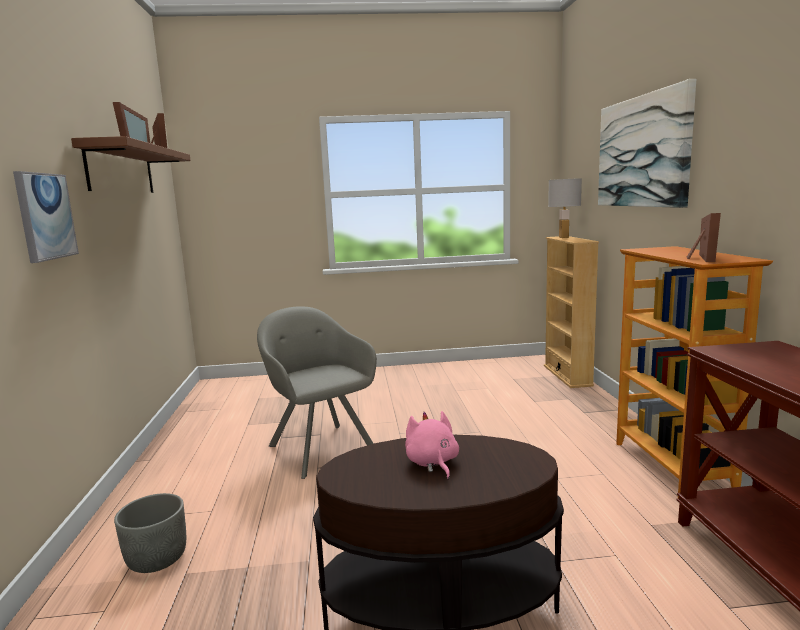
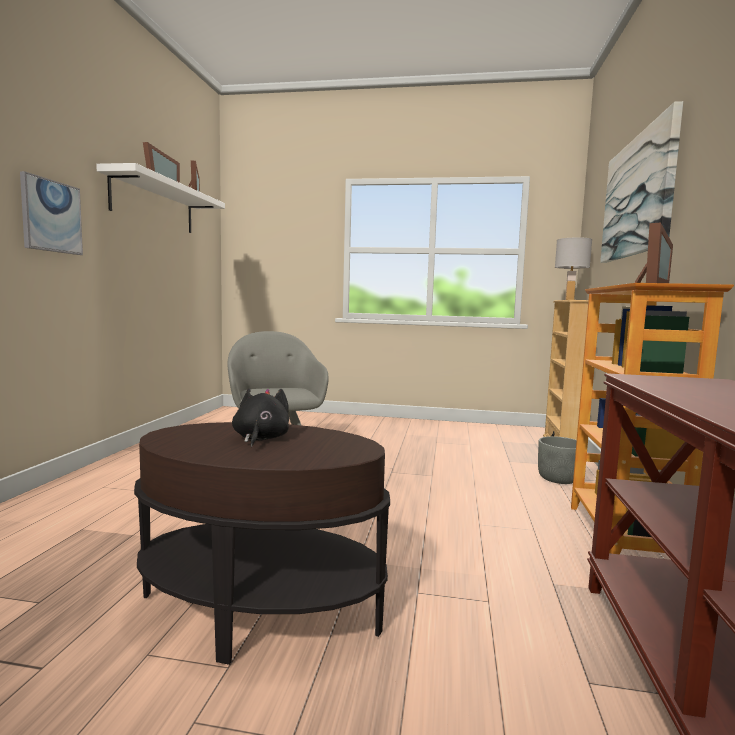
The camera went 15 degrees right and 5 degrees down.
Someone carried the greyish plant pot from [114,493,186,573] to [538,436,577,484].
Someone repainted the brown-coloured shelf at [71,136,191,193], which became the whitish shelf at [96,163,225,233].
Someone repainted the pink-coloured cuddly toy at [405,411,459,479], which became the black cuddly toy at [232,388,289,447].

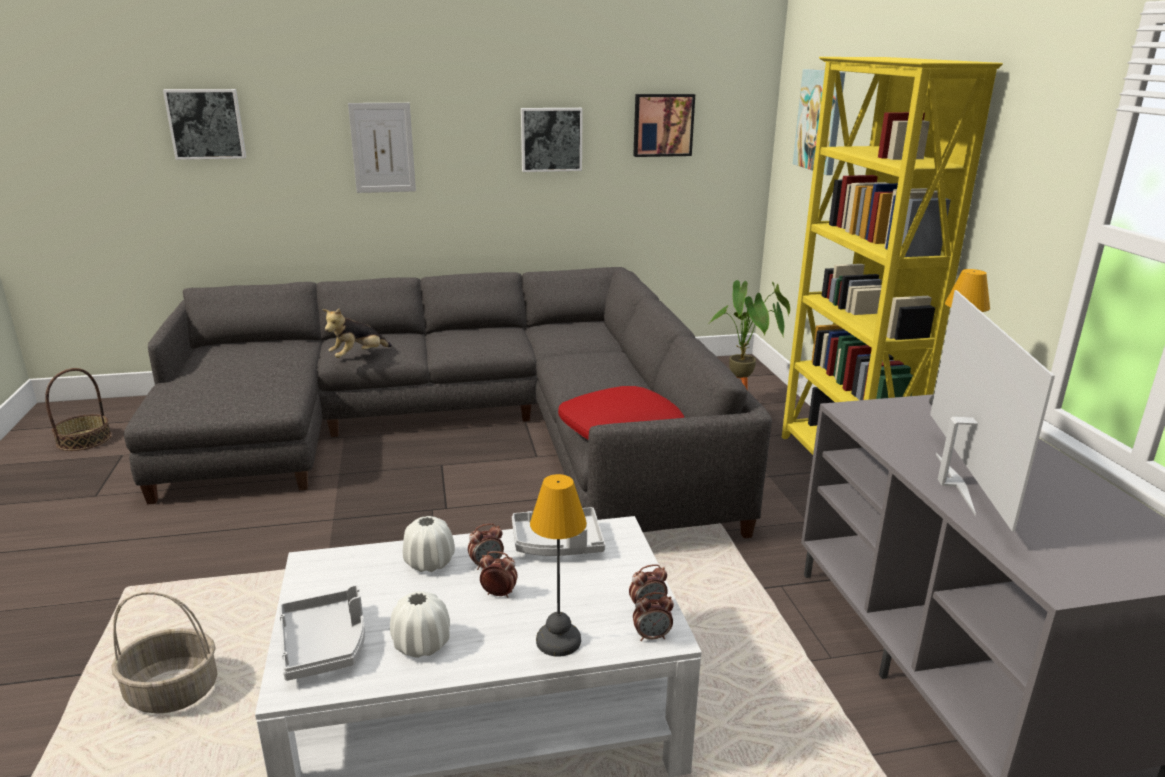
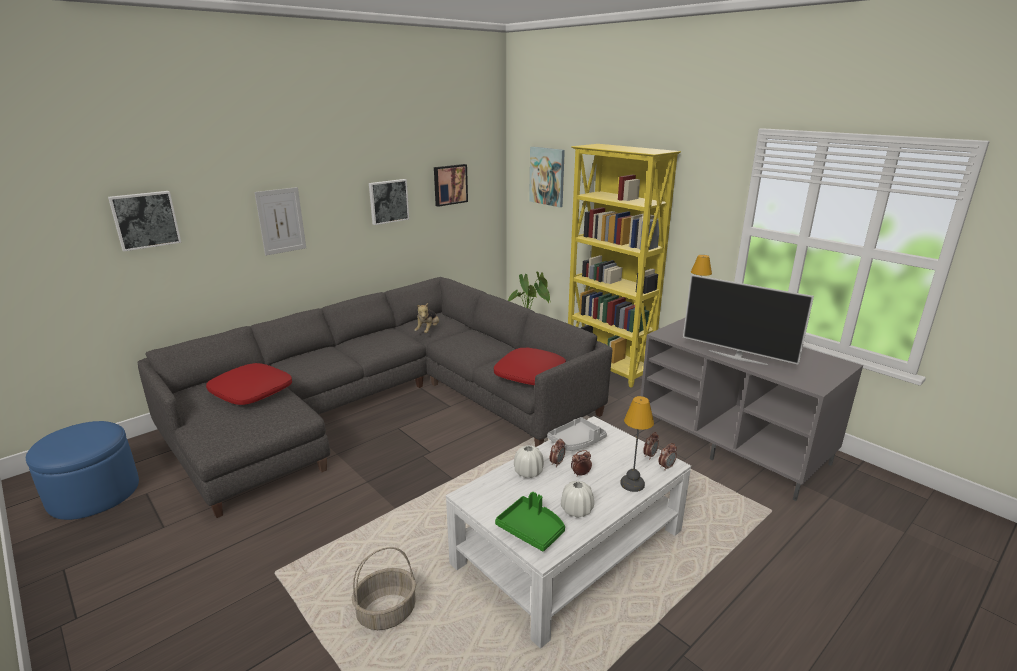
The camera went 30 degrees left and 0 degrees up.
Someone put down the red-coloured pillow at [206,363,292,405].
Someone carried the cuddly toy from [322,308,392,358] to [414,303,439,333].
Someone swapped the household basket at [46,368,112,451] for the bluish ottoman at [26,421,139,520].
Someone repainted the greyish serving tray at [279,585,365,681], which became the green-coloured serving tray at [495,492,565,551].
Someone rotated the TV set at [930,290,1055,532] by 150 degrees clockwise.

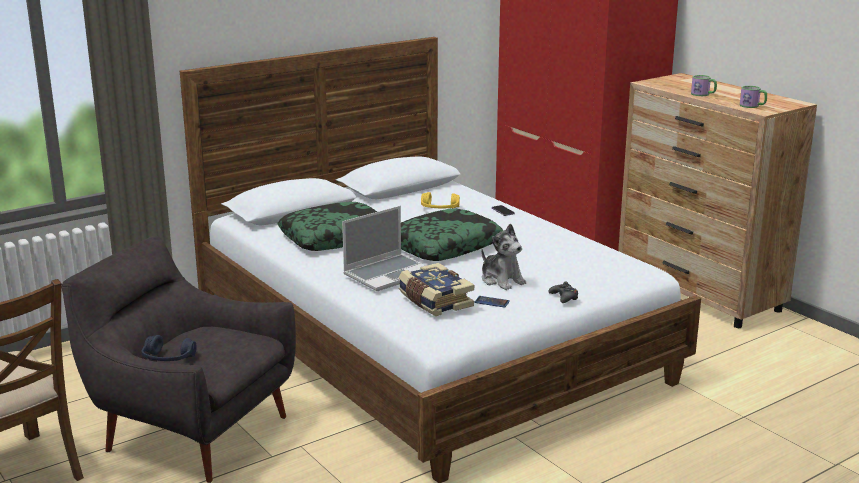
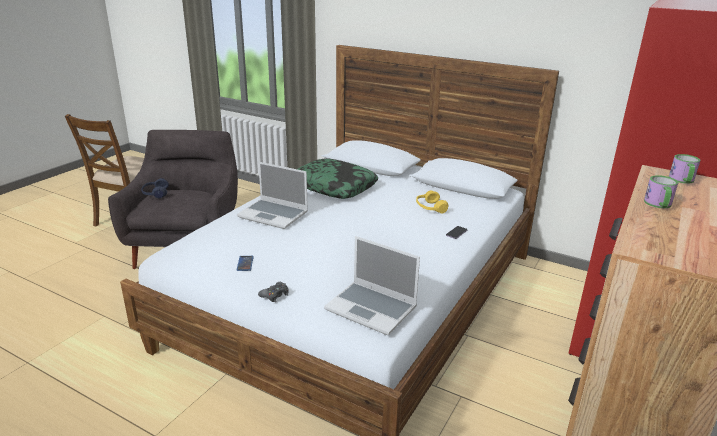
The camera went 65 degrees right and 5 degrees up.
Someone took away the volume at [399,263,474,316].
Someone took away the pillow at [401,209,504,261].
Someone took away the cuddly toy at [481,223,526,290].
Someone put down the laptop at [324,236,420,335].
Someone carried the mug from [740,86,767,108] to [669,154,700,184].

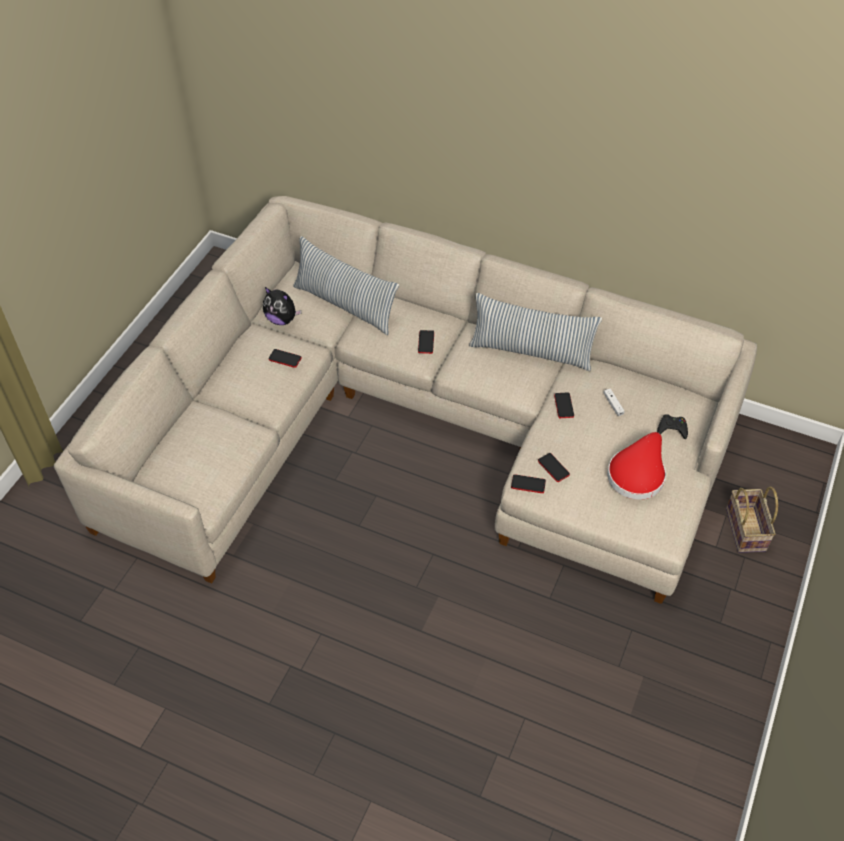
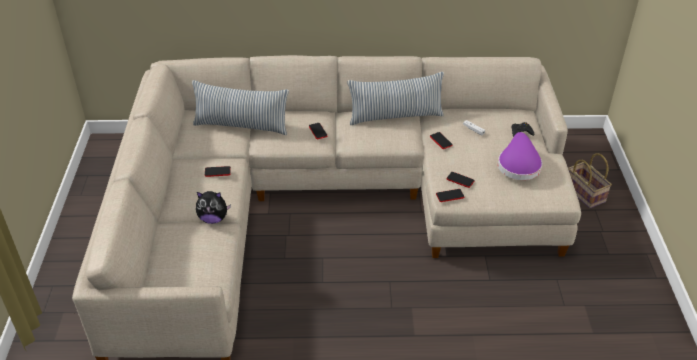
The camera went 25 degrees left and 10 degrees down.
Someone carried the cuddly toy from [263,287,302,325] to [196,191,231,224].
Someone repainted the red-coloured wearable hat at [607,432,666,500], which became the purple wearable hat at [498,132,542,180].

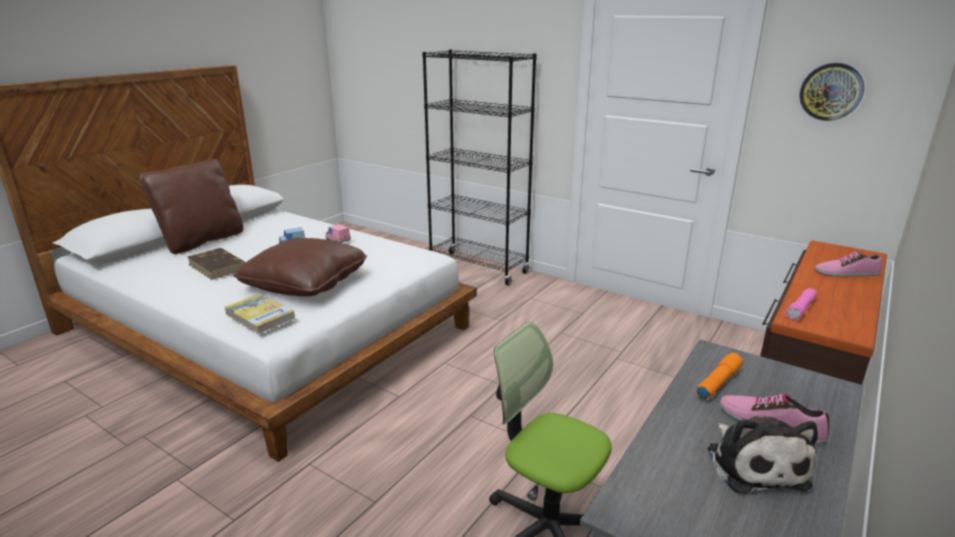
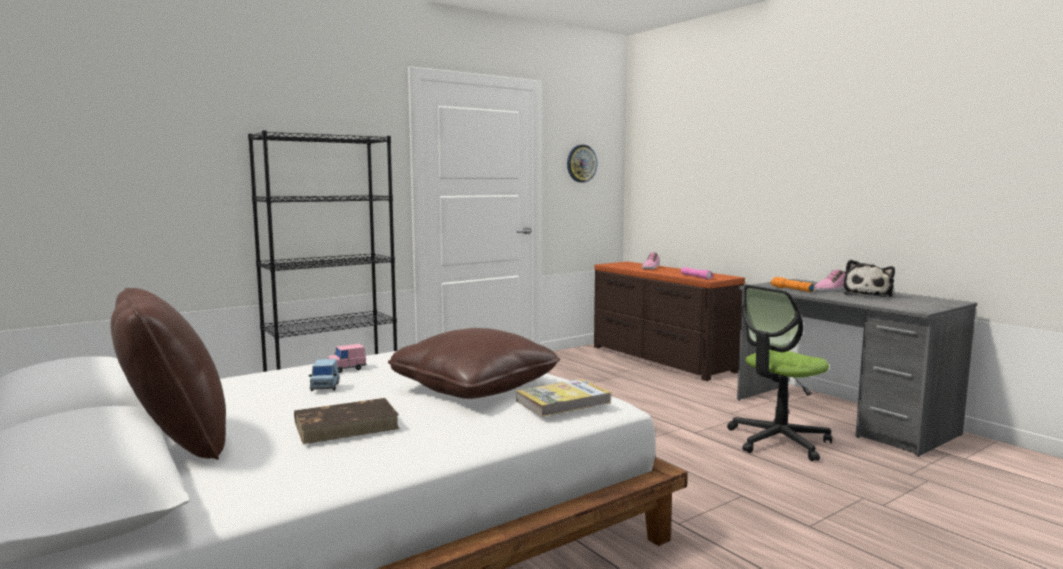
The camera went 70 degrees left and 15 degrees down.
Someone rotated the cuddly toy at [707,416,818,493] by 105 degrees clockwise.

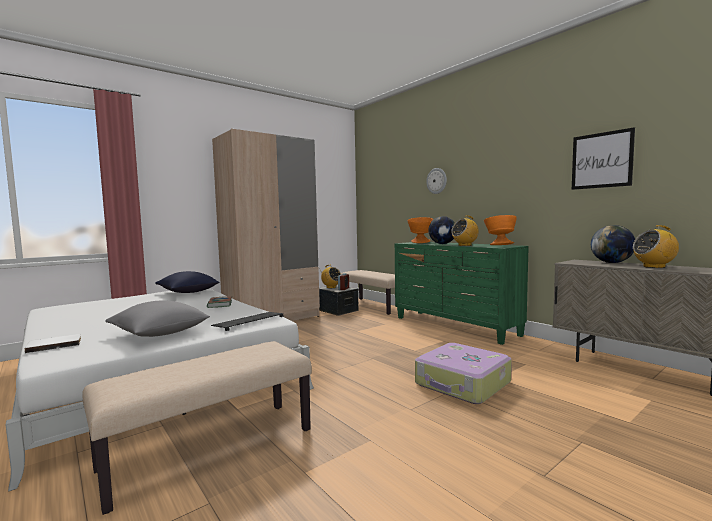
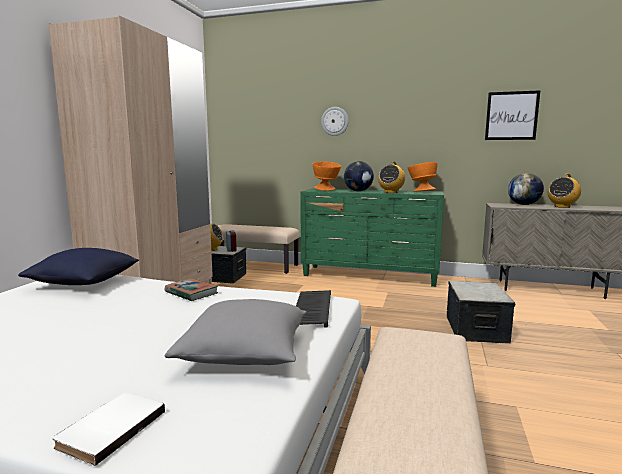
The camera went 35 degrees left and 5 degrees up.
Someone swapped the travel case at [415,343,512,404] for the storage box at [447,281,515,343].

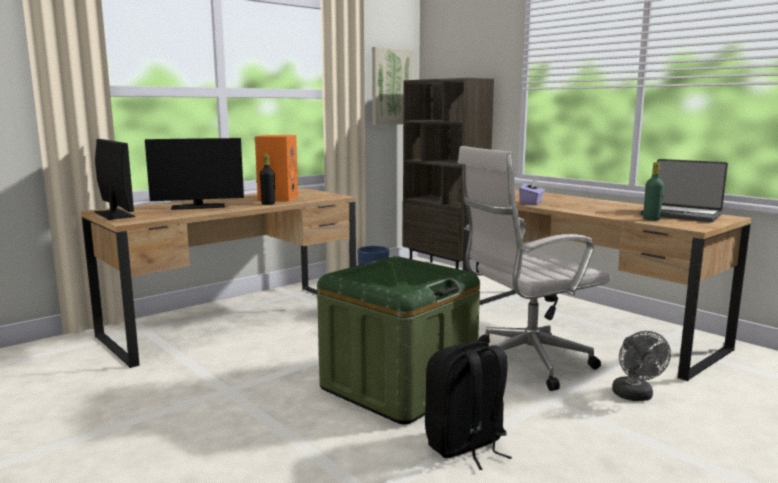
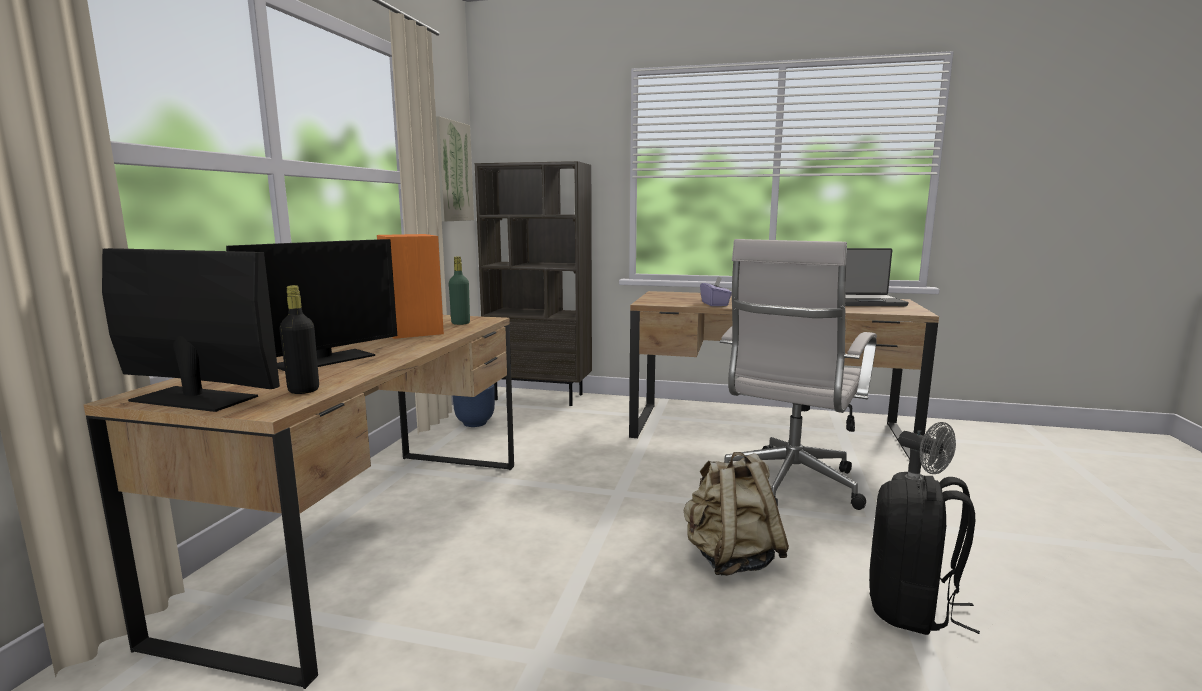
The camera went 35 degrees left and 0 degrees up.
Someone carried the black drink bottle from [260,154,275,205] to [280,285,319,394].
Someone carried the green-coloured drink bottle from [643,162,664,221] to [449,257,470,325].
Someone swapped the green-coloured storage box at [317,256,480,424] for the sand-coloured knapsack at [684,452,789,576].

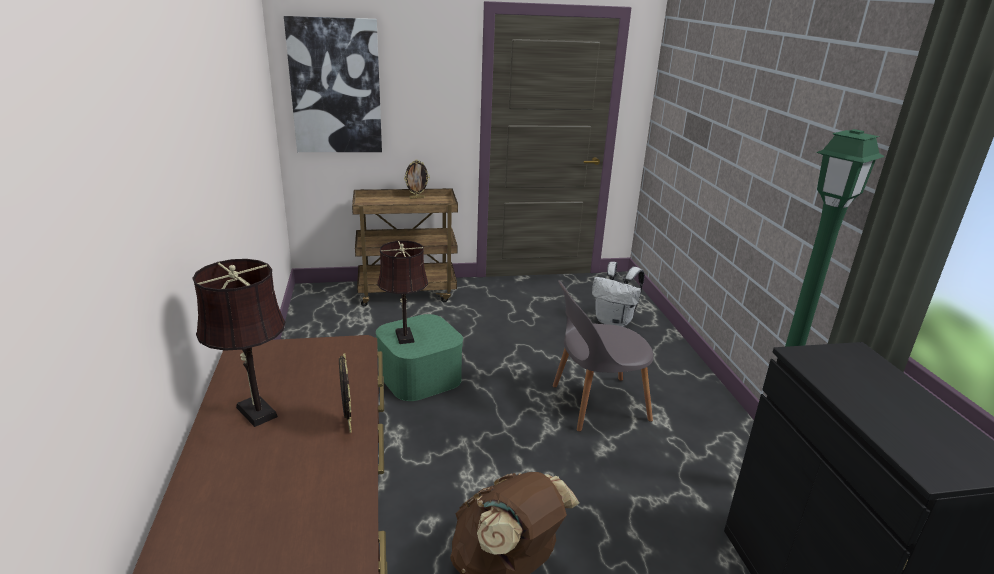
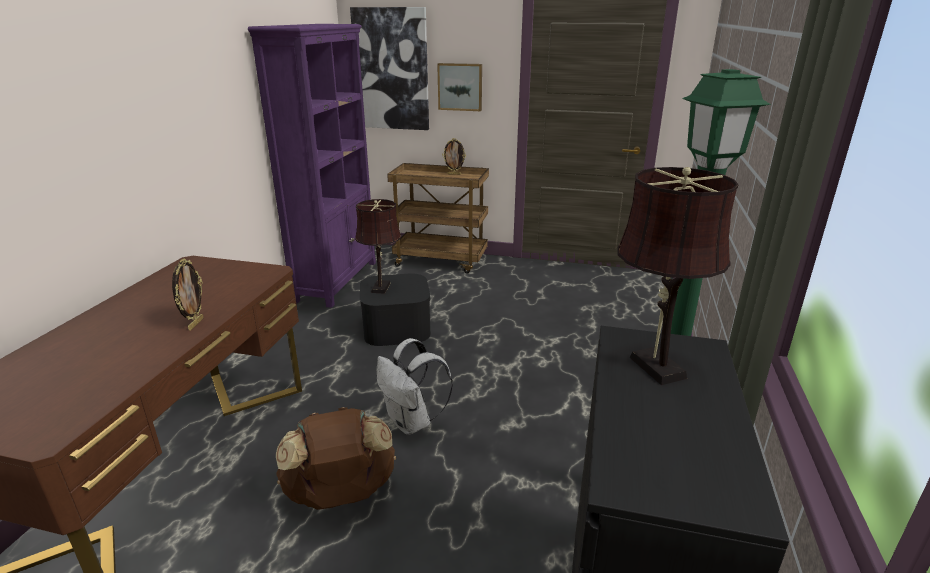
The camera went 25 degrees right and 0 degrees up.
Someone took away the greyish upright chair at [553,280,653,432].
Someone put down the purple bookcase at [248,24,376,308].
Someone put up the picture at [437,63,482,111].
Someone carried the brown-coloured table lamp from [193,259,285,427] to [618,167,738,385].
Someone carried the whitish knapsack from [592,262,644,327] to [377,338,453,435].
Someone repainted the green-coloured storage box at [376,314,463,401], which became the black storage box at [360,274,431,346].

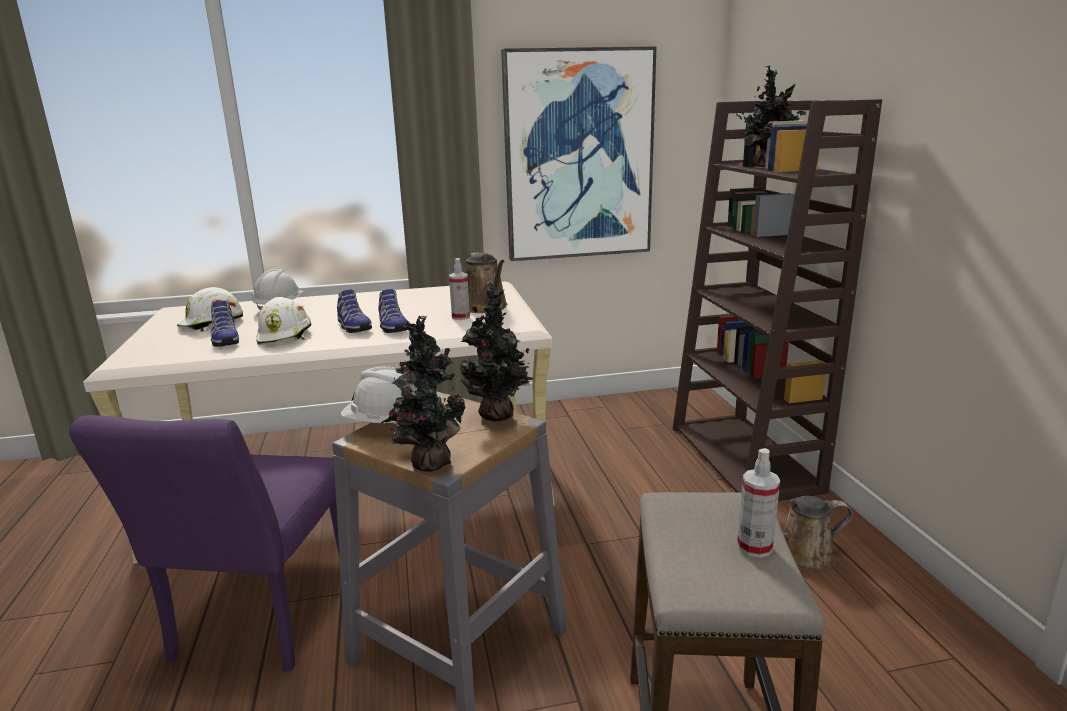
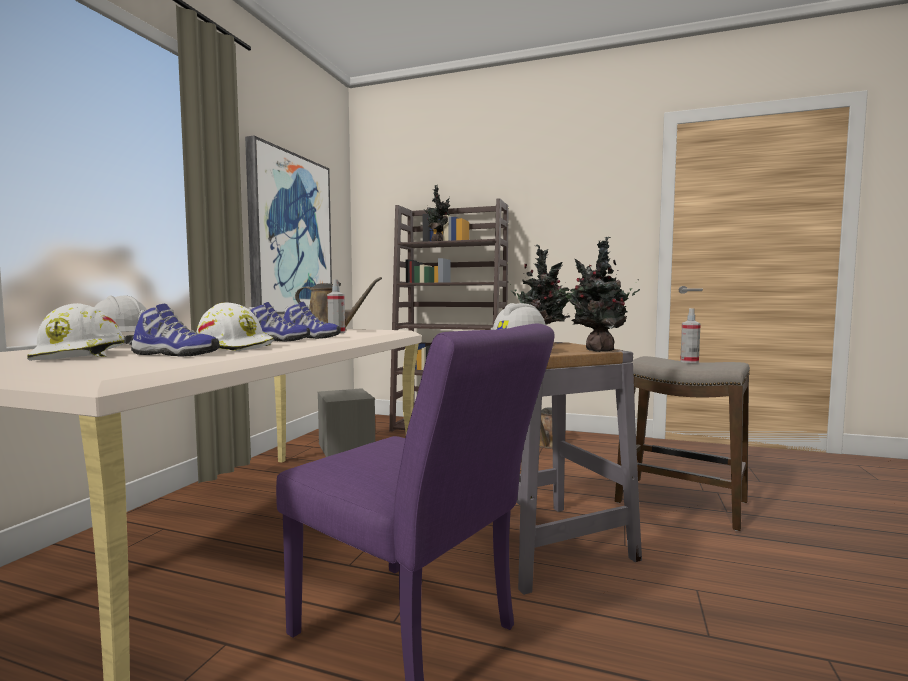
The camera went 60 degrees left and 15 degrees down.
Someone put down the greyish storage box at [318,388,375,457].

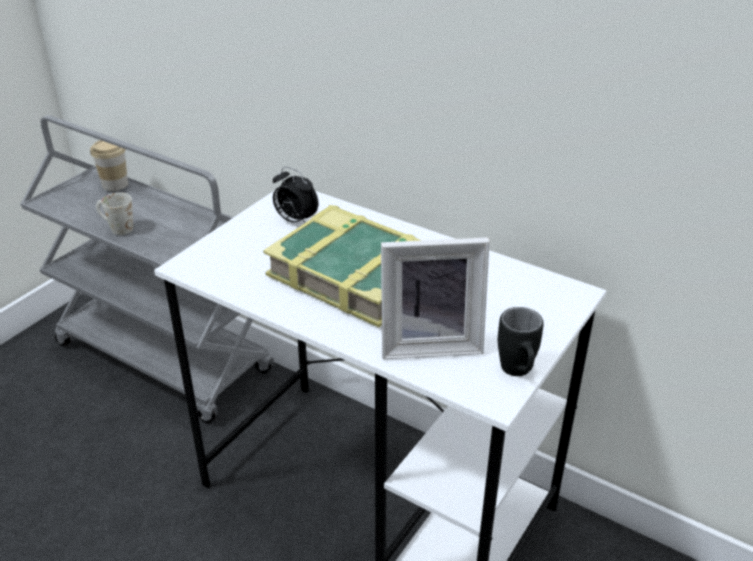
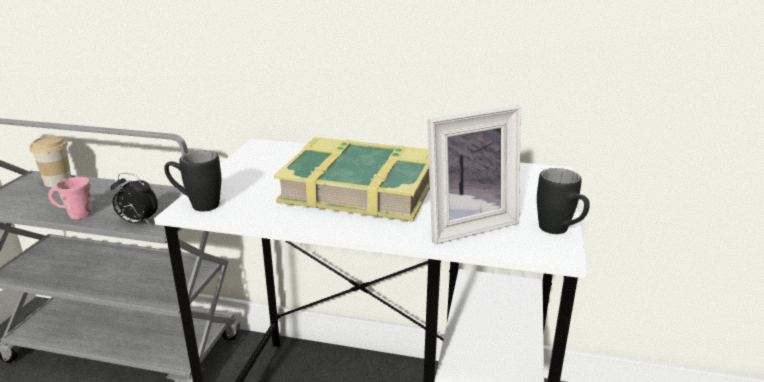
The camera went 20 degrees left and 10 degrees down.
Someone put down the black mug at [164,150,221,212].
Someone carried the table clock from [273,167,318,223] to [110,173,158,225].
Someone repainted the whitish mug at [96,192,133,235], which became the pink-coloured mug at [48,177,92,219].

